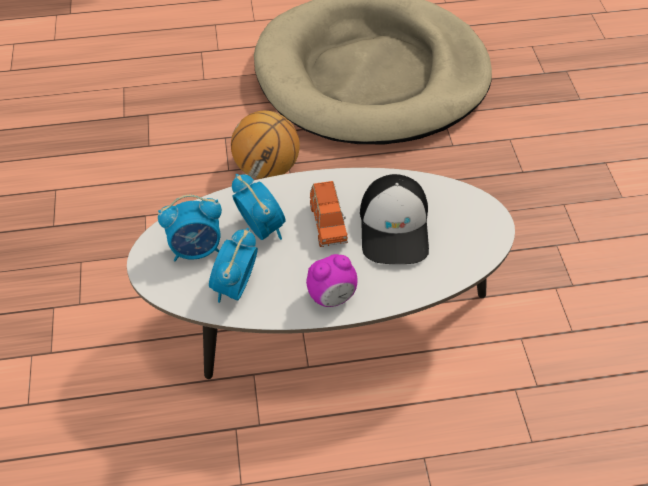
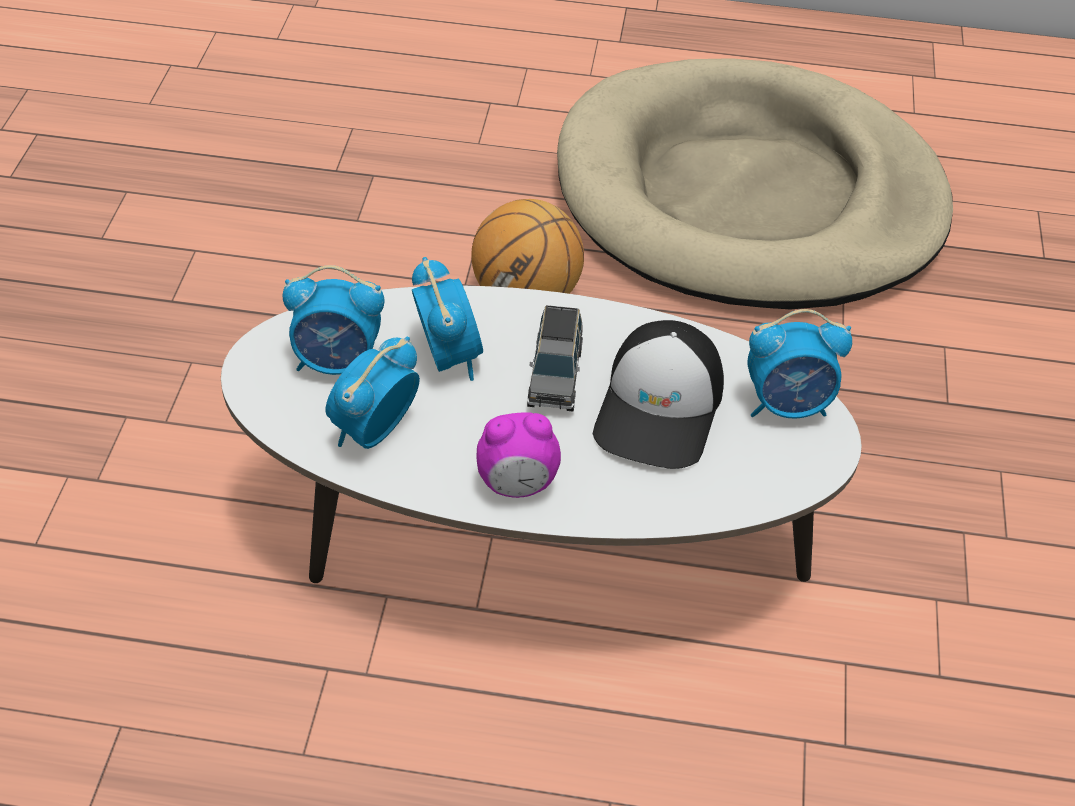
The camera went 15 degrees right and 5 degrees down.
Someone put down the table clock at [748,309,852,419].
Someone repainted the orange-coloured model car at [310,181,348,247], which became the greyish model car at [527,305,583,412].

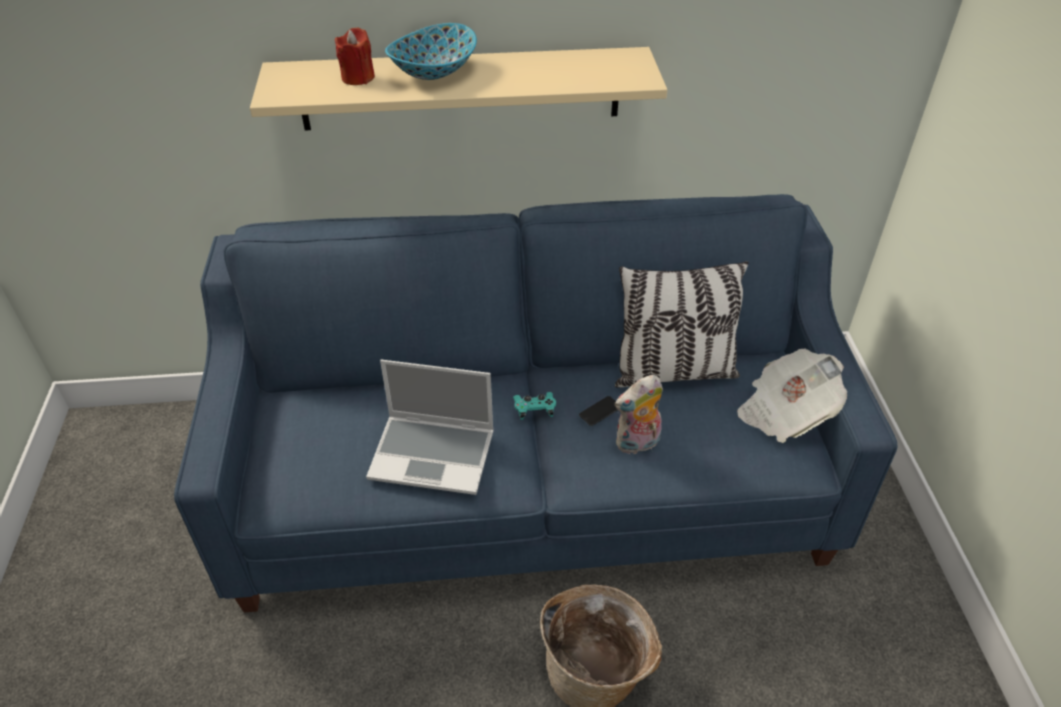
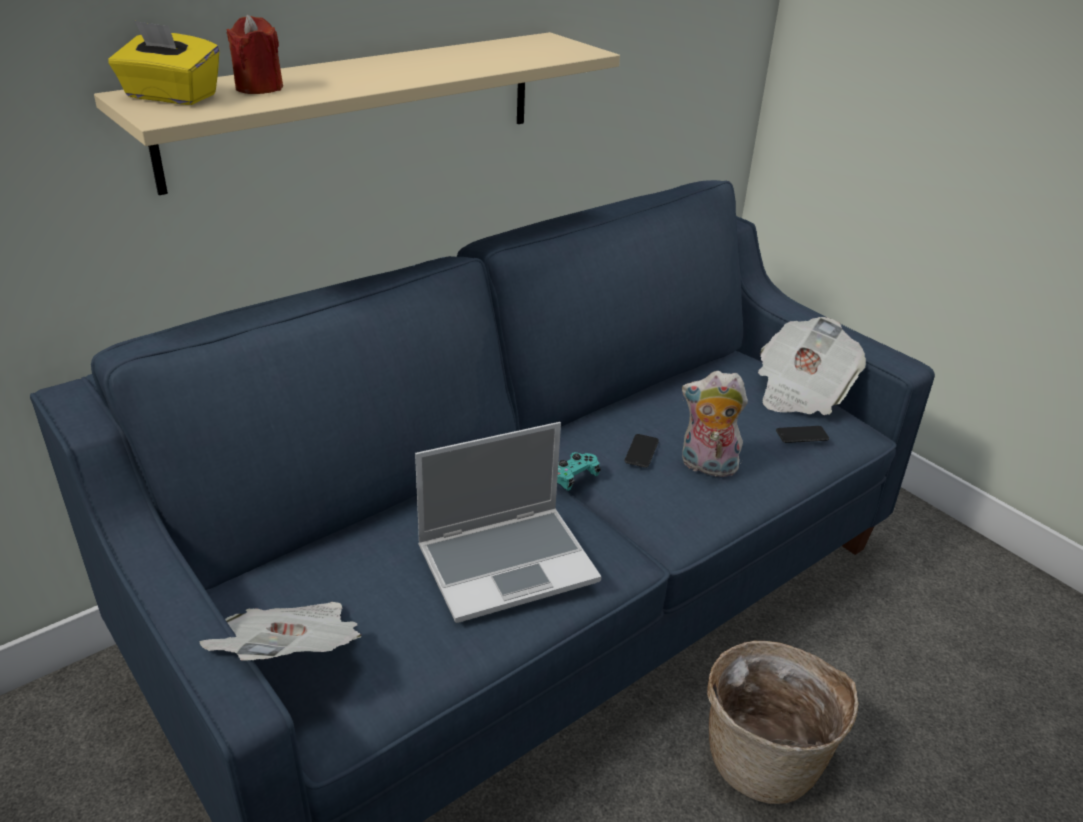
The camera went 35 degrees left and 10 degrees down.
Someone took away the bowl at [385,23,477,80].
Someone took away the pillow at [615,261,748,388].
Someone put down the yellowish tissue holder at [108,20,220,105].
Someone put down the printed paper at [199,602,361,661].
Someone put down the telephone at [776,426,829,443].
Someone rotated the cuddly toy at [615,375,663,454] by 75 degrees clockwise.

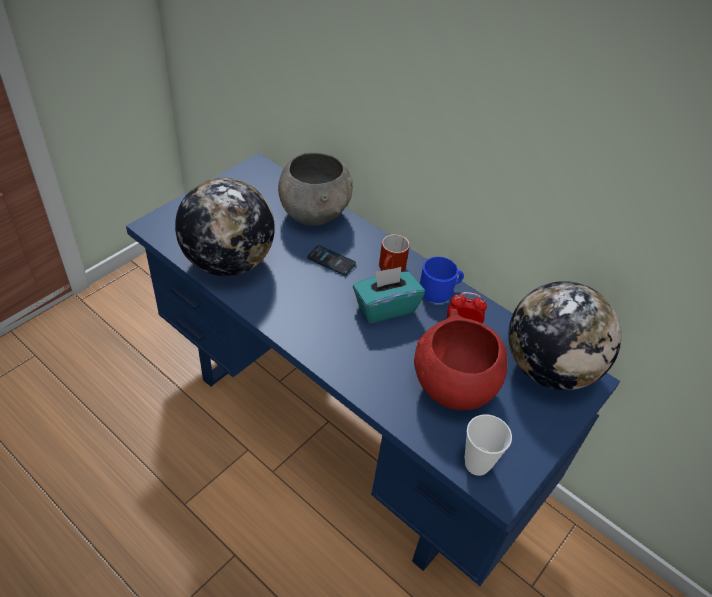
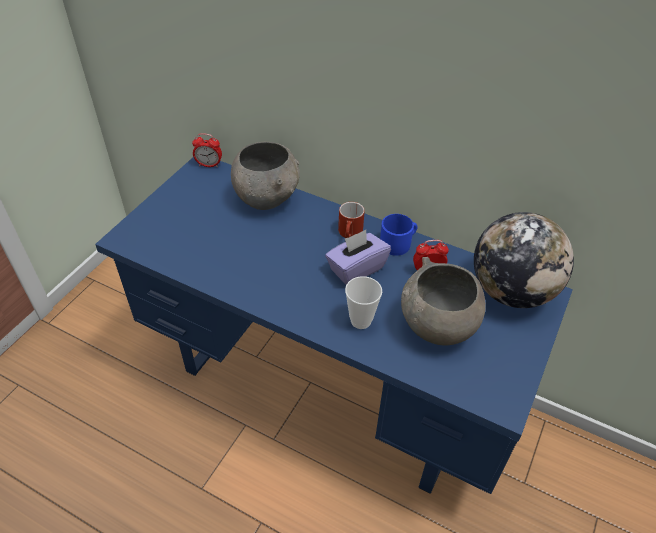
The camera went 10 degrees left and 0 degrees up.
Someone took away the world globe at [175,178,275,276].
Someone took away the telephone at [308,245,356,275].
Someone put down the table clock at [192,133,222,168].
Someone carried the small cup from [465,415,512,476] to [345,276,382,329].
Someone repainted the blue-green tissue holder at [353,267,425,323], which became the purple tissue holder at [325,230,391,285].
Someone repainted the red-coloured bowl at [414,308,507,410], which became the greyish bowl at [401,257,486,346].

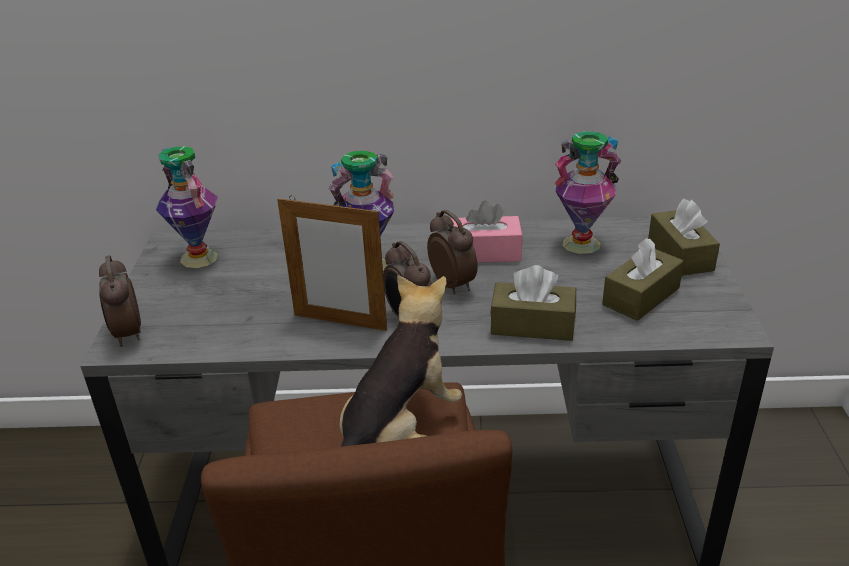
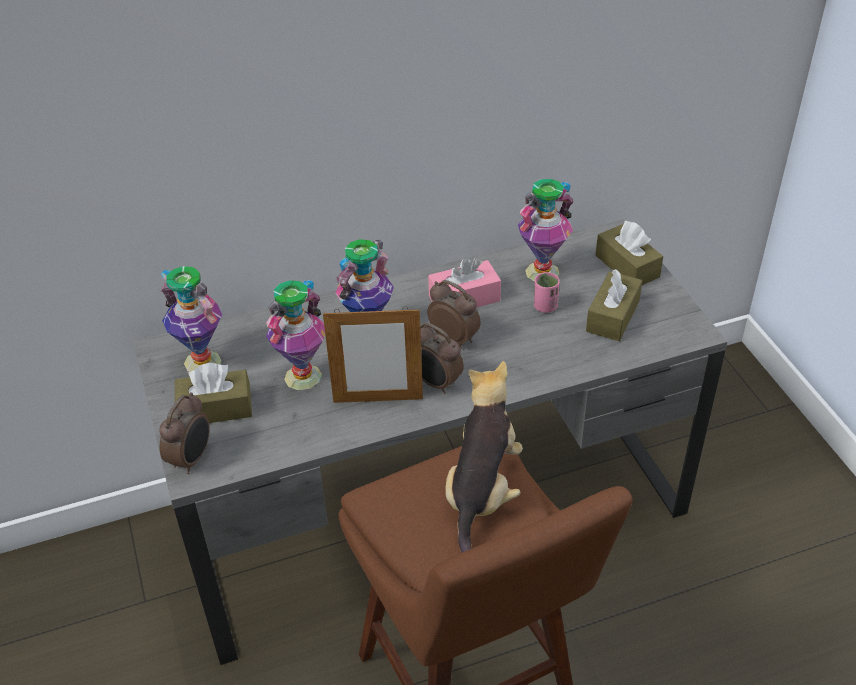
The camera went 20 degrees left and 10 degrees up.
Someone put down the flower vase at [266,280,325,391].
Someone put down the pink-coloured small cup at [534,272,560,313].
Someone carried the brown-coloured tissue holder from [490,265,576,341] to [175,363,252,423].
Someone rotated the table clock at [99,255,141,347] by 120 degrees counterclockwise.

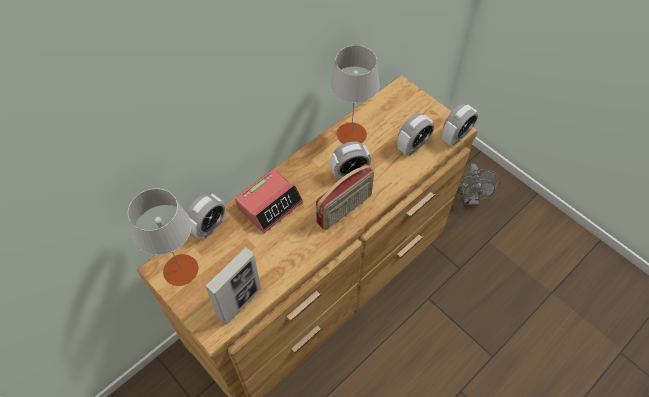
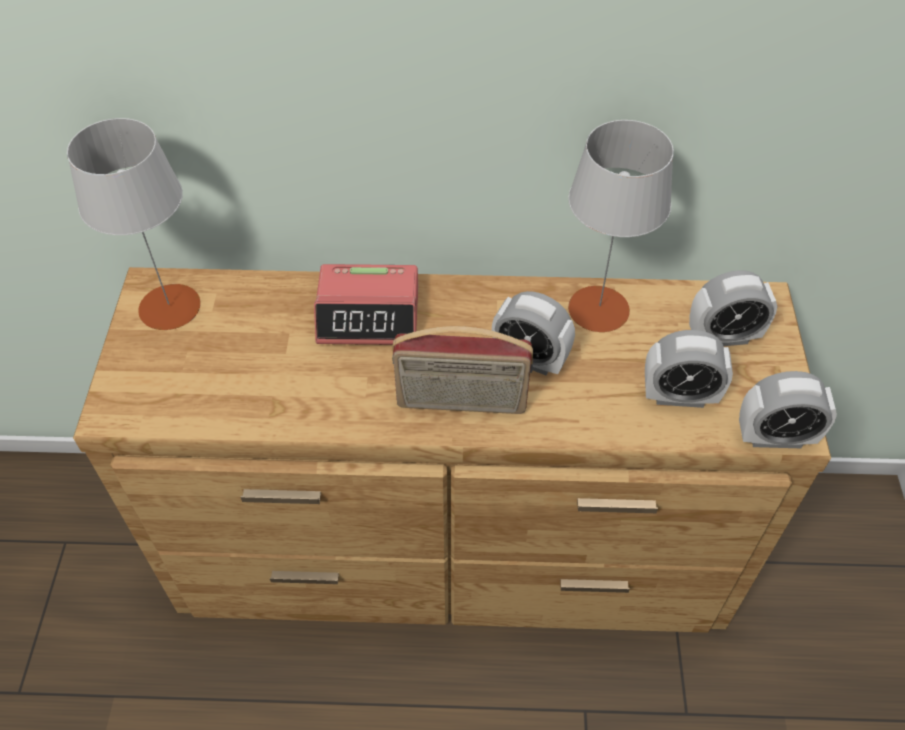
The camera went 45 degrees right and 5 degrees down.
Someone took away the photo frame at [205,247,261,325].
Someone took away the greyish cooling fan at [457,163,501,205].
Someone carried the table clock from [187,194,226,240] to [689,270,778,346].

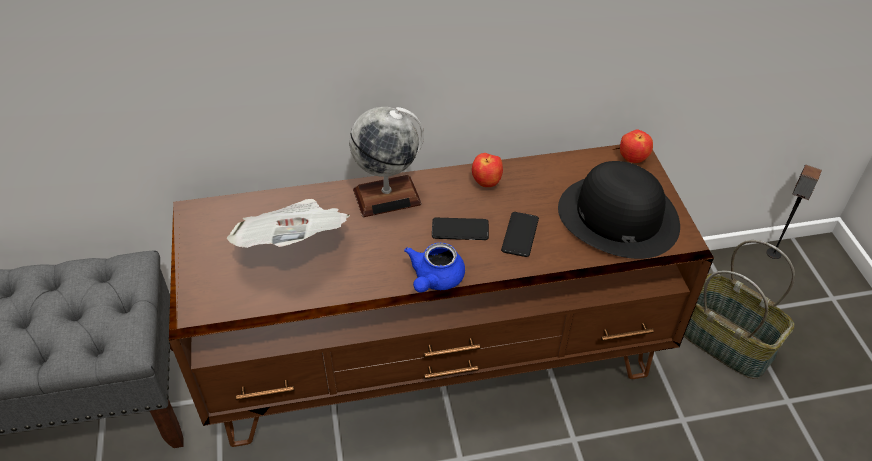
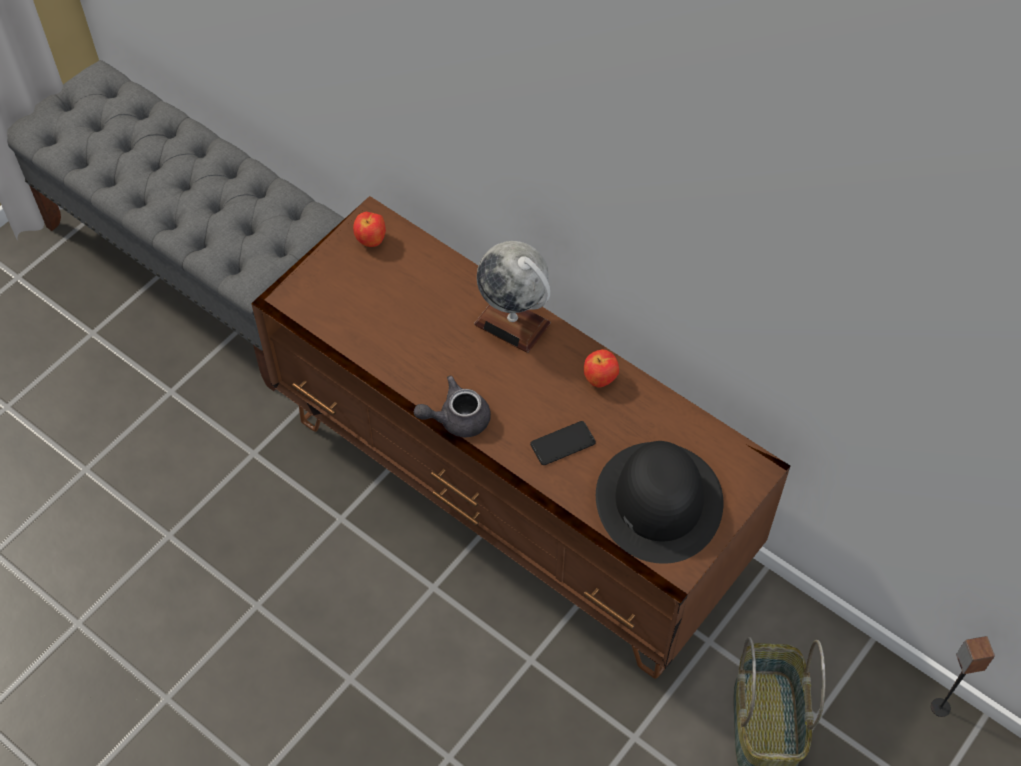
The camera went 50 degrees right and 10 degrees up.
Someone took away the printed paper at [227,199,350,248].
Someone took away the telephone at [432,218,489,240].
Someone carried the apple from [620,129,653,163] to [353,212,386,247].
Someone repainted the bluish teapot at [404,242,465,293], which became the greyish teapot at [414,376,491,437].

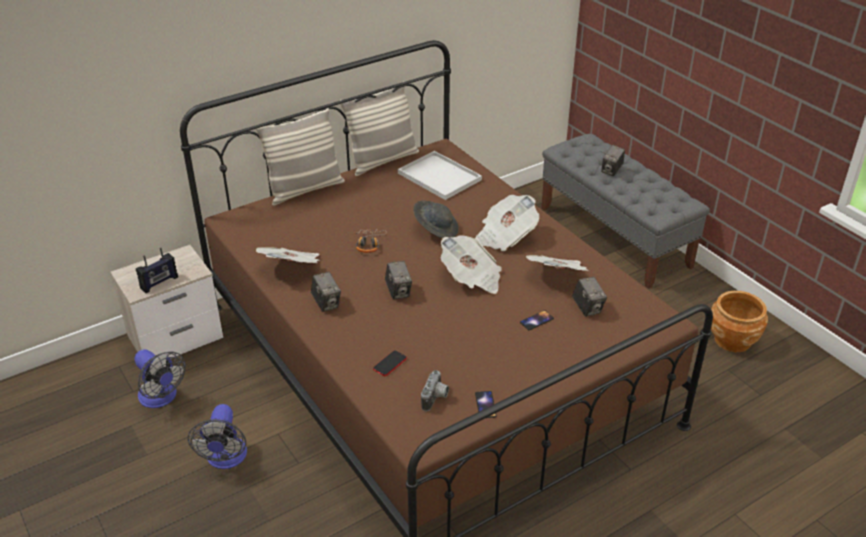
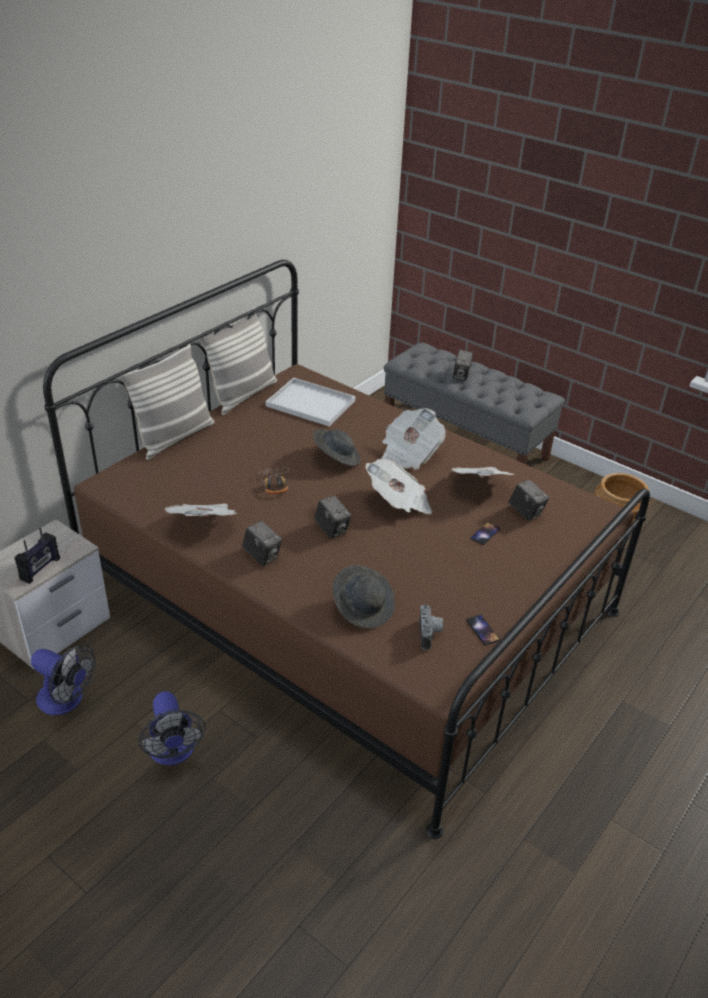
The camera went 20 degrees left and 0 degrees up.
Someone swapped the telephone at [373,350,407,376] for the greyish wearable hat at [333,565,395,628].

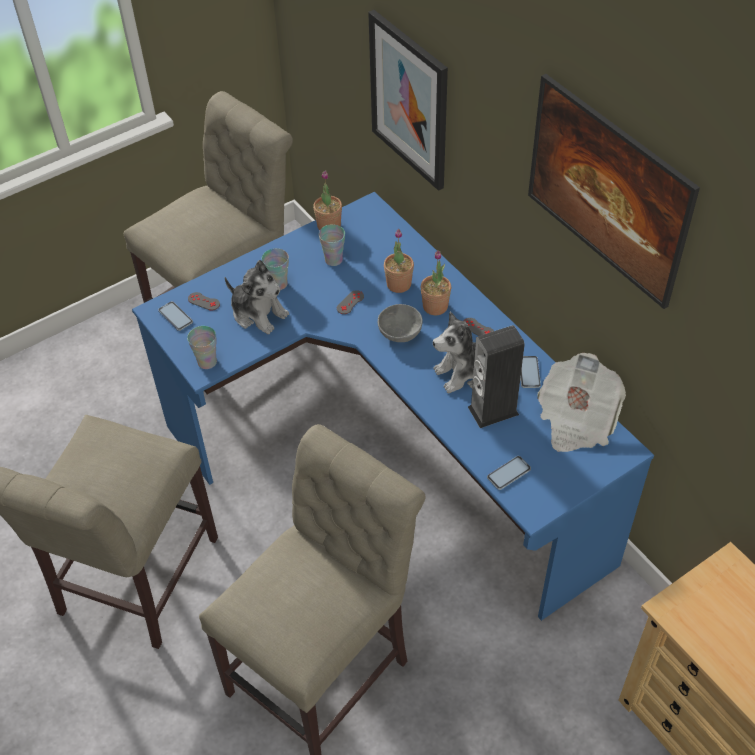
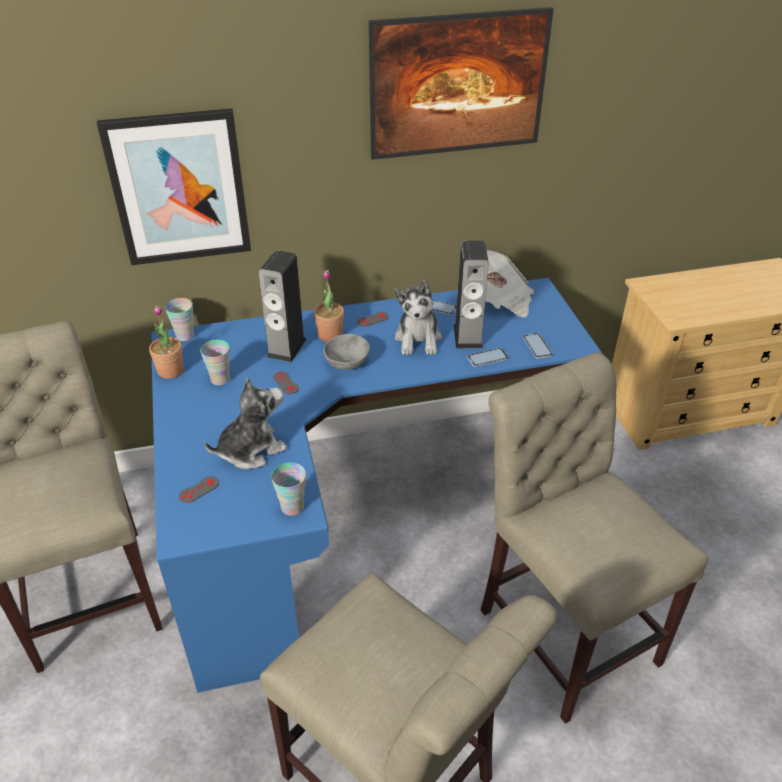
The camera went 70 degrees left and 10 degrees down.
Someone carried the telephone from [158,301,193,331] to [467,348,508,367].
Someone carried the small cup from [262,248,289,290] to [165,298,194,341].
Someone swapped the houseplant at [384,229,414,293] for the loudspeaker at [258,250,306,362].

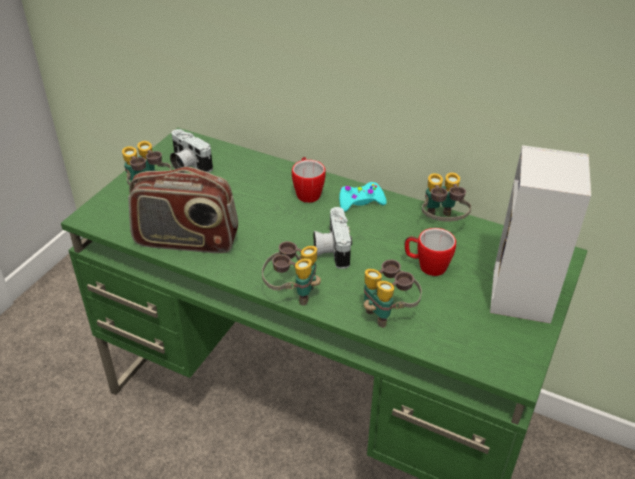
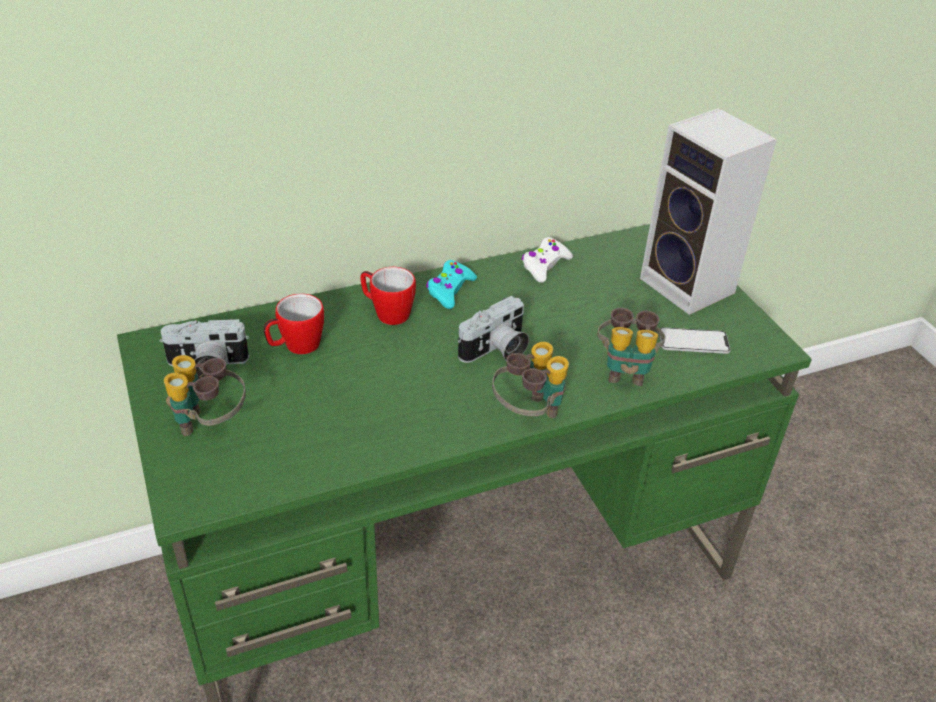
The camera went 50 degrees left and 0 degrees up.
Someone took away the radio receiver at [128,167,238,253].
Someone put down the telephone at [659,327,731,354].
Someone carried the mug from [405,228,456,276] to [264,294,324,354].
Someone swapped the pair of binoculars at [422,172,472,221] for the whitish game controller at [522,237,573,283].
Someone rotated the photo camera at [313,207,352,269] by 75 degrees counterclockwise.

